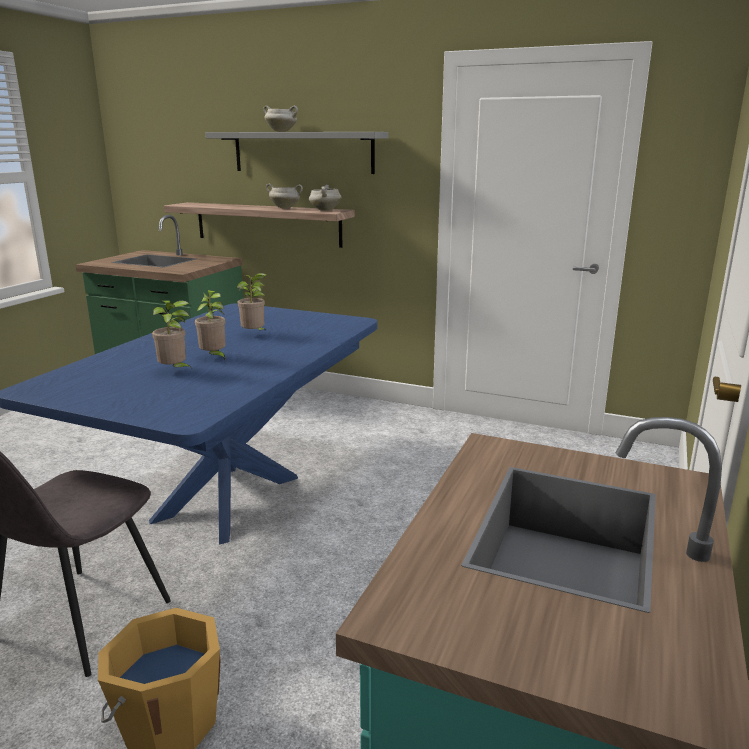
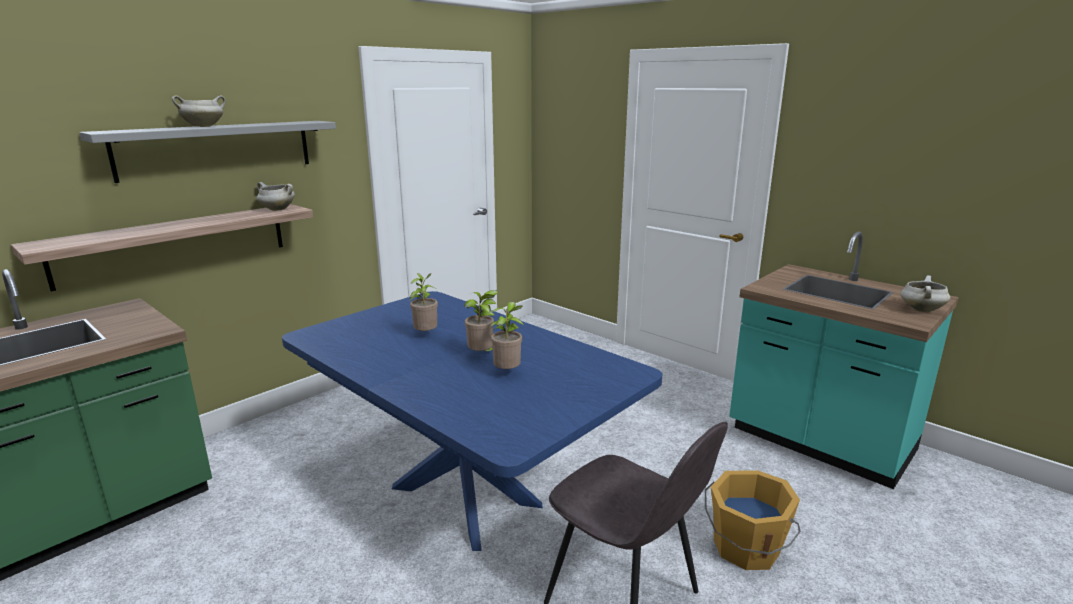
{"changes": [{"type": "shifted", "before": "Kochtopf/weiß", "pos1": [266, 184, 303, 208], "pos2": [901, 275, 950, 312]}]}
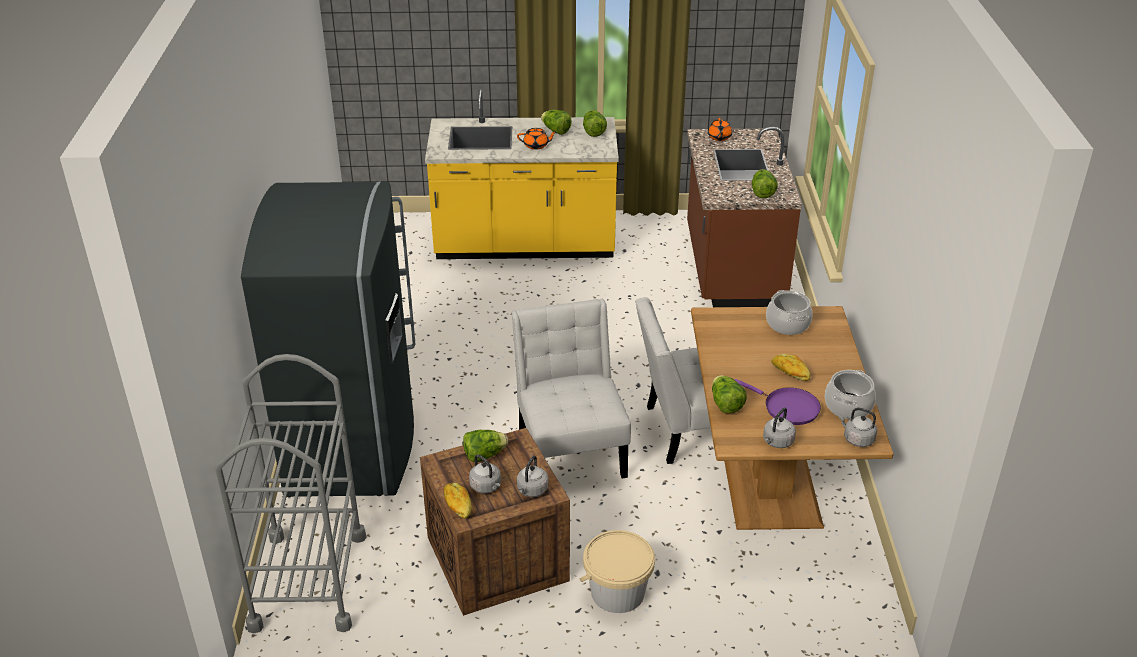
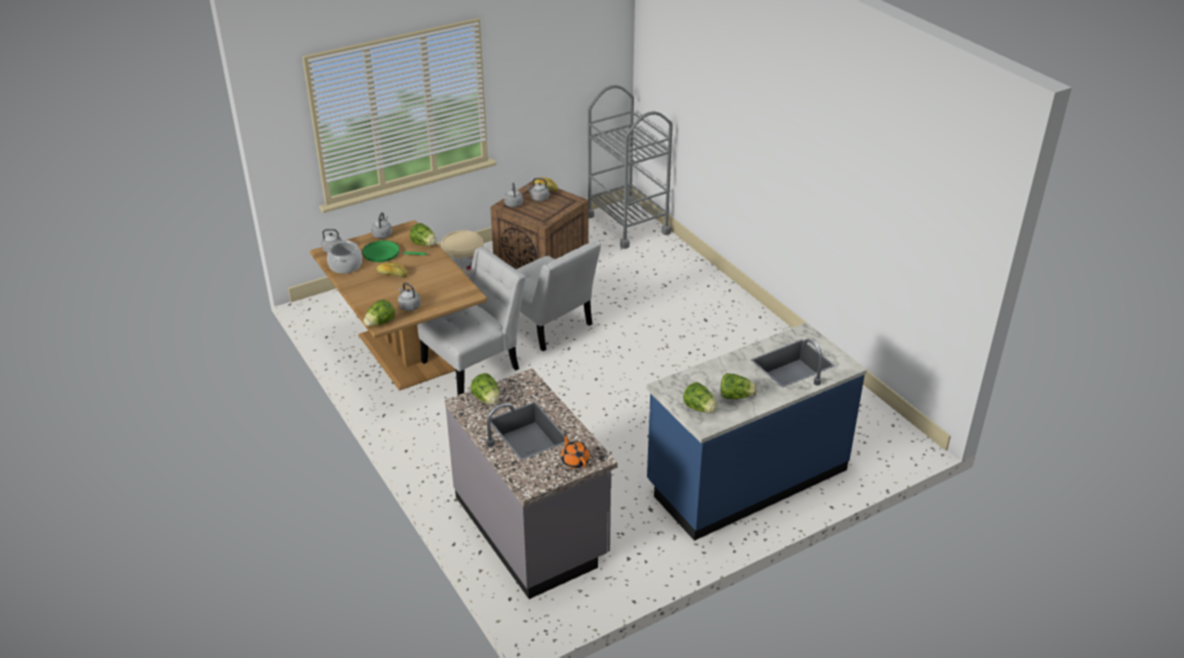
{"changes": [{"type": "repainted", "before": "Pfanne/lila", "after": "Pfanne/grün", "pos1": [735, 379, 821, 425], "pos2": [362, 240, 426, 262]}, {"type": "shifted", "before": "Salatkopf", "pos1": [463, 430, 508, 462], "pos2": [364, 300, 395, 326]}, {"type": "swapped", "before": "Kochtopf", "after": "Wasserkessel/grau", "pos1": [766, 290, 813, 335], "pos2": [398, 283, 421, 311]}, {"type": "repainted", "before": "Küchenzeile/braun", "after": "Küchenzeile/grau", "pos1": [687, 127, 802, 307], "pos2": [445, 368, 618, 599]}, {"type": "repainted", "before": "Küchenzeile/gelb", "after": "Küchenzeile/blau", "pos1": [425, 89, 619, 259], "pos2": [646, 323, 867, 541]}, {"type": "gone", "before": "Kühlschrank/grau", "pos1": [241, 181, 415, 497]}, {"type": "gone", "before": "Teekanne/orange", "pos1": [517, 127, 557, 150]}]}
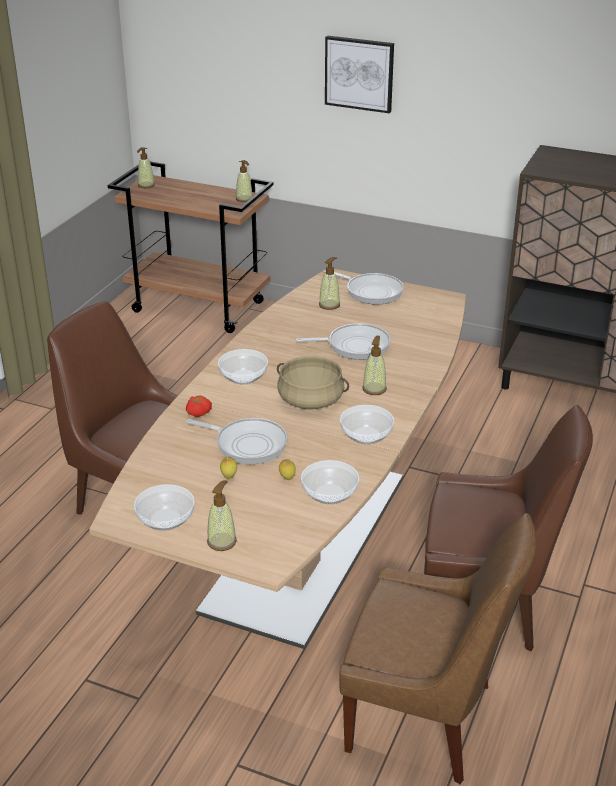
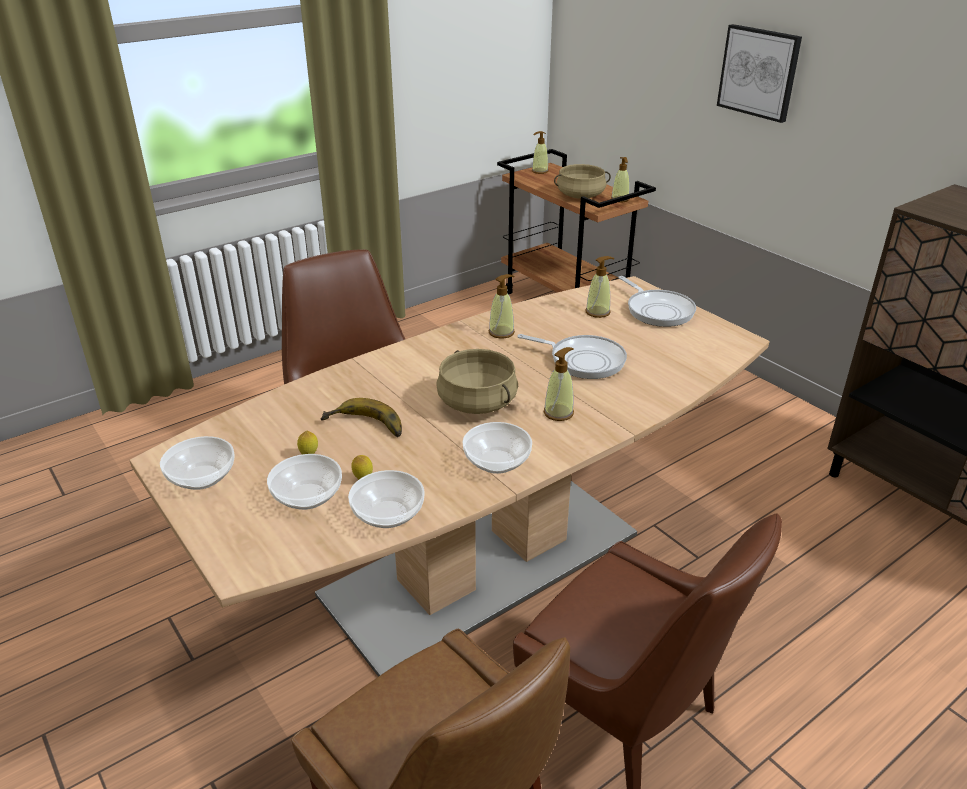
{"changes": [{"type": "shifted", "before": "Schüssel", "pos1": [218, 349, 268, 384], "pos2": [267, 454, 342, 510]}, {"type": "swapped", "before": "Pfanne", "after": "Banane", "pos1": [186, 418, 287, 464], "pos2": [321, 398, 402, 437]}, {"type": "shifted", "before": "Seifenspender", "pos1": [207, 480, 237, 551], "pos2": [489, 274, 515, 338]}, {"type": "new", "after": "Kochtopf/beige", "pos2": [554, 164, 611, 199]}, {"type": "gone", "before": "Tomate", "pos1": [186, 396, 212, 417]}]}
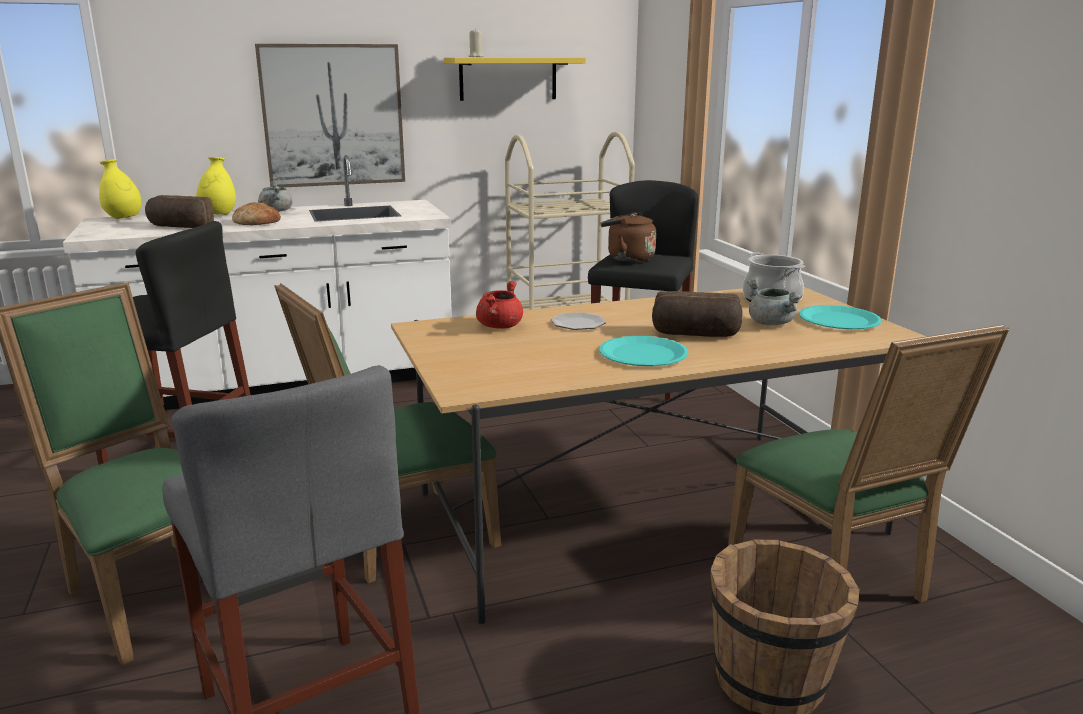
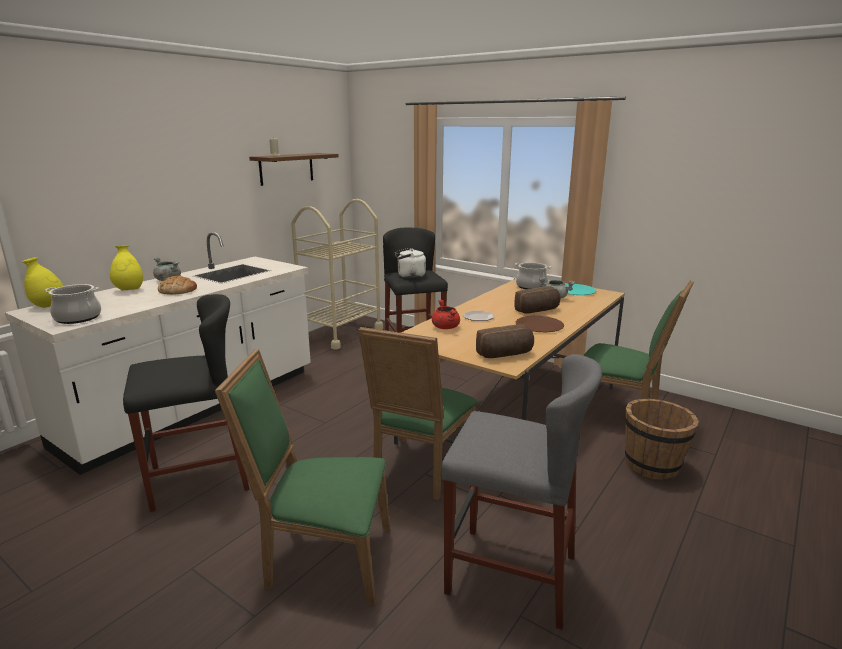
{"changes": [{"type": "new", "after": "Kochtopf", "pos2": [44, 284, 101, 324]}, {"type": "repainted", "before": "Wandregal/gelb", "after": "Wandregal/braun", "pos1": [444, 57, 586, 101], "pos2": [249, 153, 339, 186]}, {"type": "repainted", "before": "Wasserkessel/braun", "after": "Wasserkessel/weiß", "pos1": [601, 212, 656, 262], "pos2": [395, 248, 426, 278]}, {"type": "shifted", "before": "Brot", "pos1": [145, 195, 214, 228], "pos2": [476, 324, 534, 358]}, {"type": "repainted", "before": "Teller/türkis", "after": "Teller/braun", "pos1": [600, 336, 688, 366], "pos2": [515, 316, 564, 332]}, {"type": "gone", "before": "Bild", "pos1": [255, 44, 405, 188]}]}
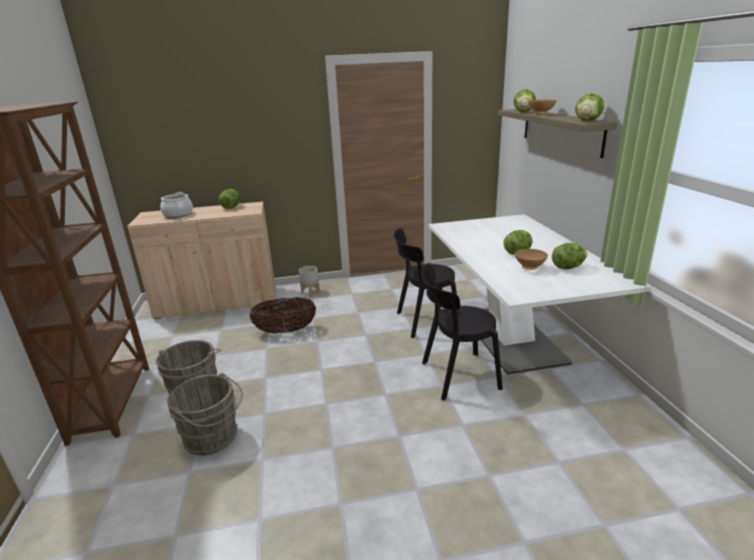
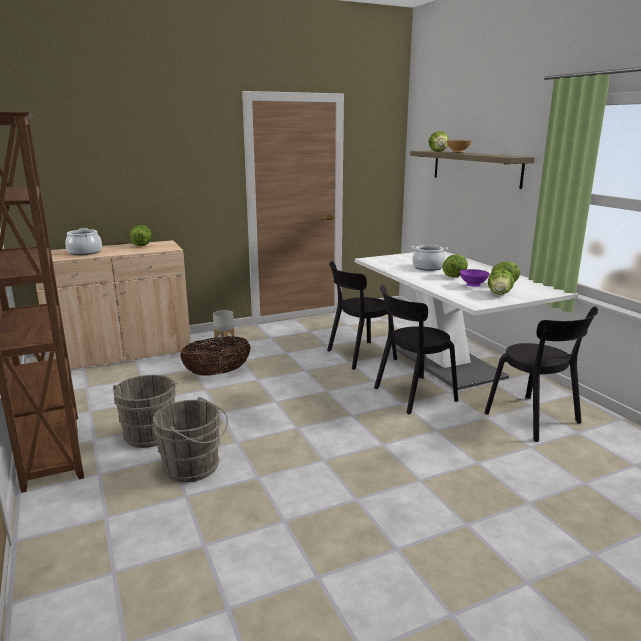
{"changes": [{"type": "new", "after": "Kochtopf", "pos2": [412, 245, 448, 271]}, {"type": "repainted", "before": "Schüssel/braun", "after": "Schüssel/lila", "pos1": [515, 249, 548, 270], "pos2": [460, 269, 490, 287]}, {"type": "new", "after": "Stuhl/schwarz", "pos2": [484, 306, 598, 442]}, {"type": "shifted", "before": "Salatkopf", "pos1": [575, 93, 604, 121], "pos2": [488, 269, 514, 295]}]}
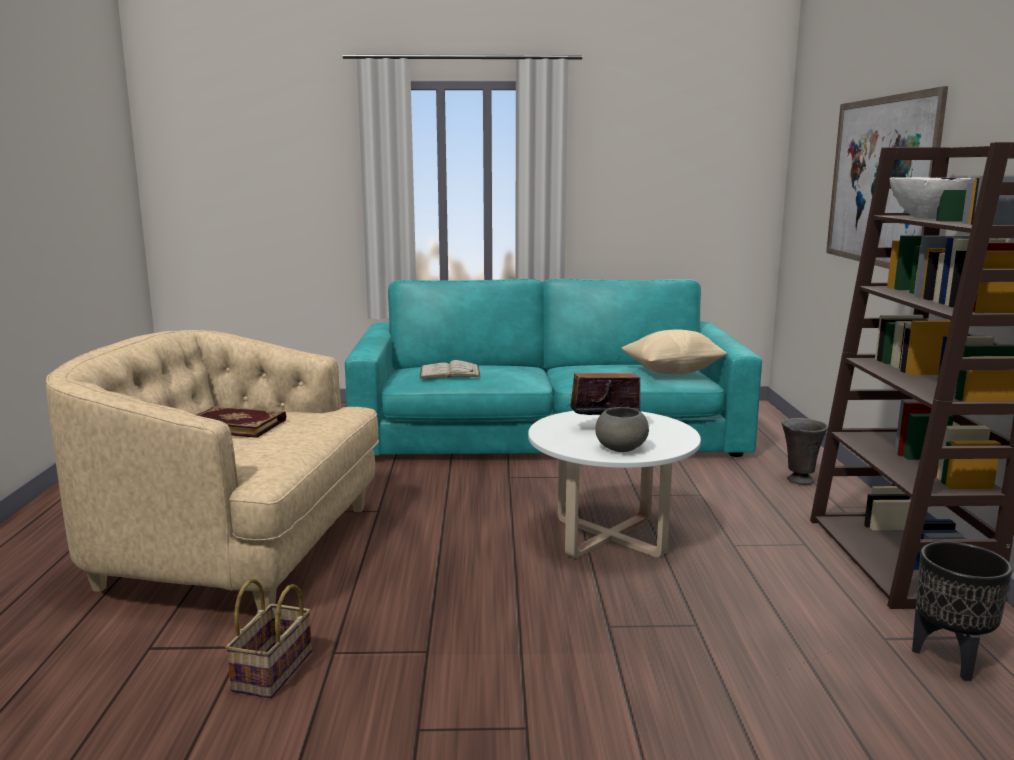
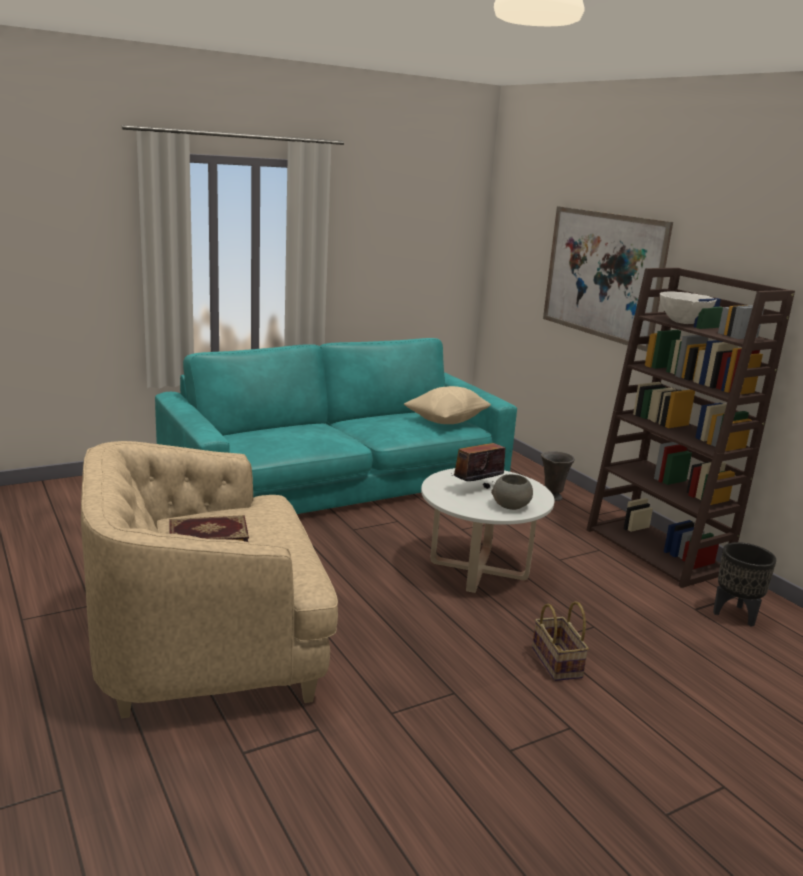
{"changes": [{"type": "shifted", "before": "Korb", "pos1": [225, 579, 312, 698], "pos2": [532, 601, 589, 681]}, {"type": "gone", "before": "Buch/weiß", "pos1": [420, 360, 480, 379]}]}
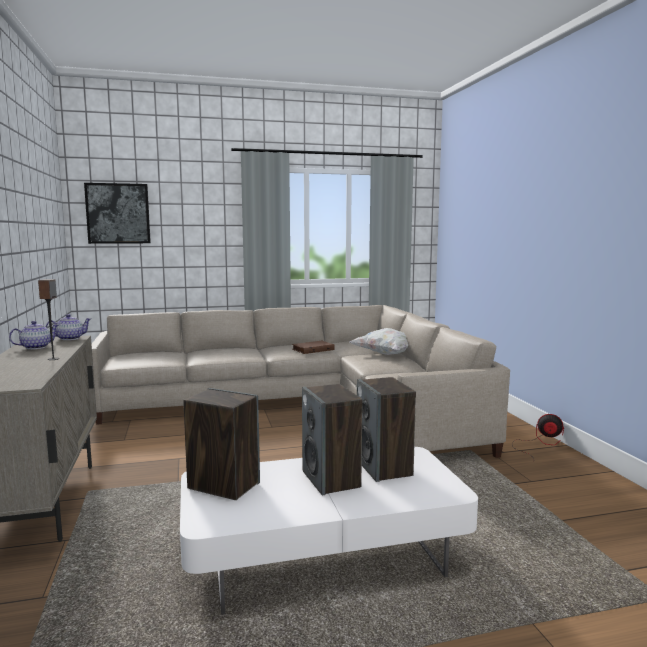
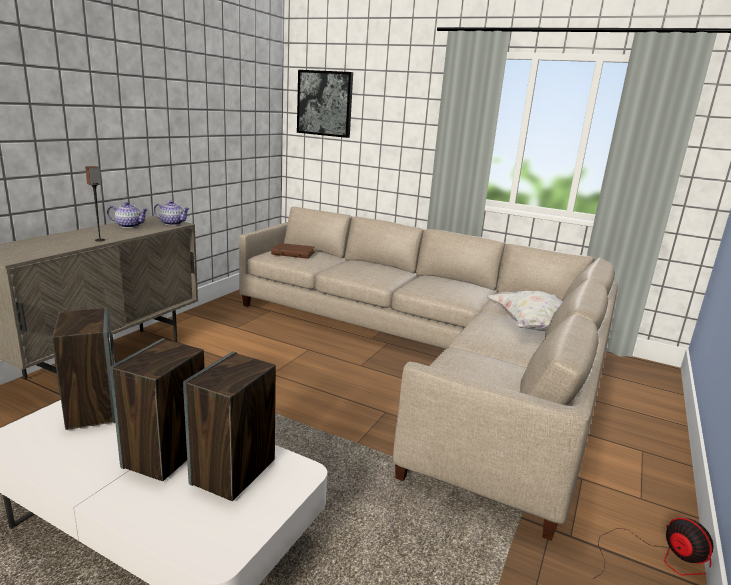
{"changes": [{"type": "shifted", "before": "Buch/braun", "pos1": [292, 341, 335, 354], "pos2": [271, 243, 315, 259]}]}
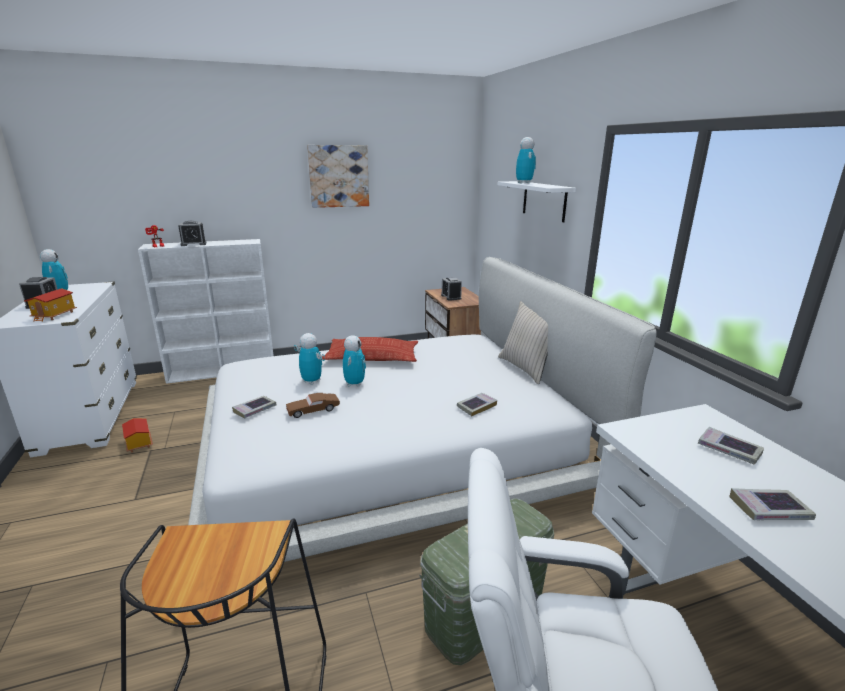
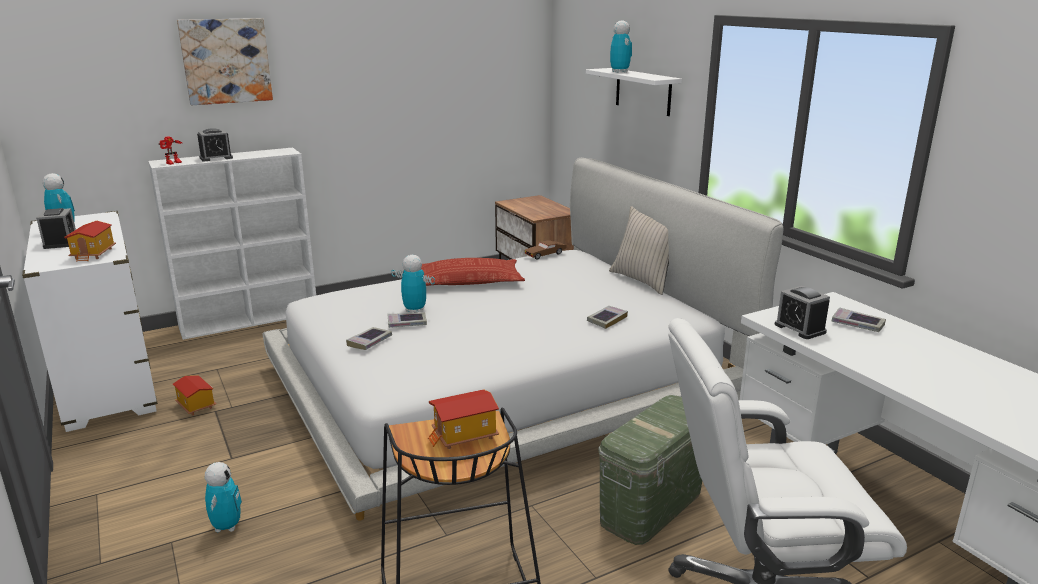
{"changes": [{"type": "shifted", "before": "Bild", "pos1": [307, 145, 369, 208], "pos2": [177, 18, 273, 105]}, {"type": "shifted", "before": "Spielzeugroboter", "pos1": [343, 335, 366, 387], "pos2": [205, 462, 242, 532]}, {"type": "shifted", "before": "Buch", "pos1": [729, 488, 816, 520], "pos2": [387, 313, 427, 328]}, {"type": "new", "after": "Spielzeughaus", "pos2": [428, 389, 499, 449]}, {"type": "shifted", "before": "Spielzeugauto/braun", "pos1": [286, 393, 340, 418], "pos2": [524, 240, 567, 260]}, {"type": "shifted", "before": "Wecker", "pos1": [441, 277, 462, 301], "pos2": [775, 286, 830, 339]}]}
